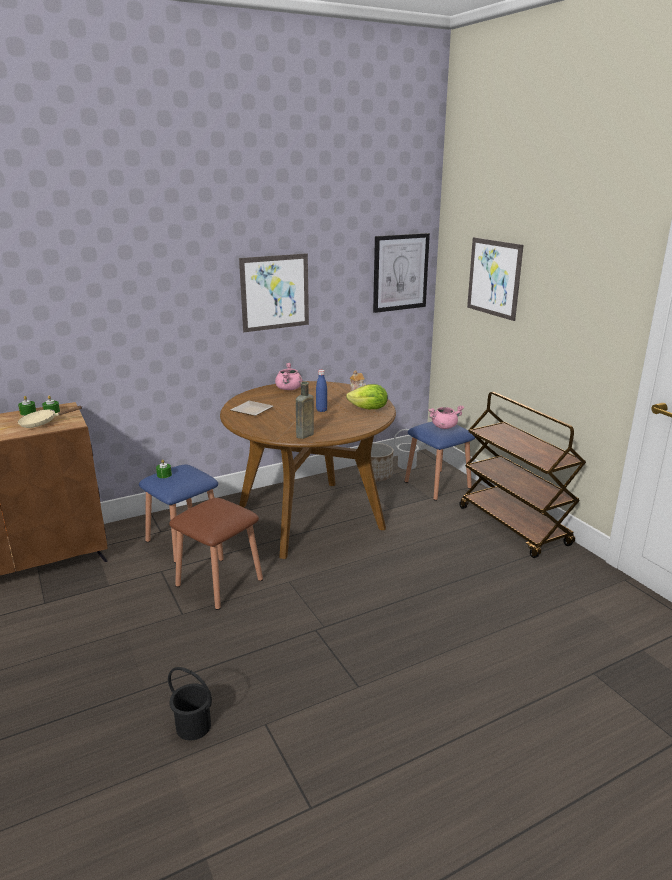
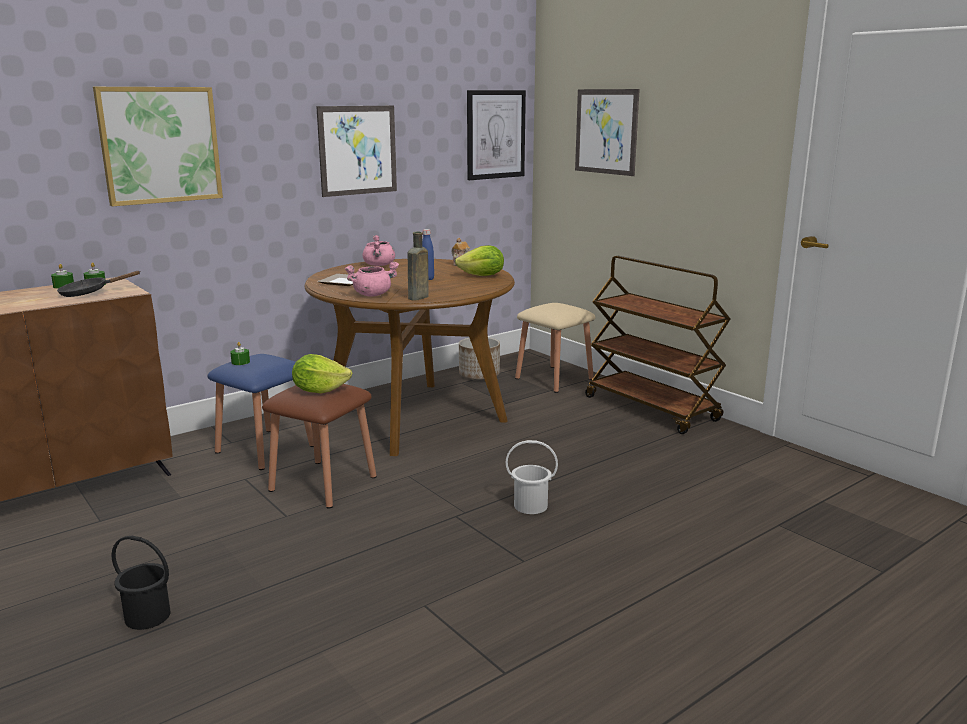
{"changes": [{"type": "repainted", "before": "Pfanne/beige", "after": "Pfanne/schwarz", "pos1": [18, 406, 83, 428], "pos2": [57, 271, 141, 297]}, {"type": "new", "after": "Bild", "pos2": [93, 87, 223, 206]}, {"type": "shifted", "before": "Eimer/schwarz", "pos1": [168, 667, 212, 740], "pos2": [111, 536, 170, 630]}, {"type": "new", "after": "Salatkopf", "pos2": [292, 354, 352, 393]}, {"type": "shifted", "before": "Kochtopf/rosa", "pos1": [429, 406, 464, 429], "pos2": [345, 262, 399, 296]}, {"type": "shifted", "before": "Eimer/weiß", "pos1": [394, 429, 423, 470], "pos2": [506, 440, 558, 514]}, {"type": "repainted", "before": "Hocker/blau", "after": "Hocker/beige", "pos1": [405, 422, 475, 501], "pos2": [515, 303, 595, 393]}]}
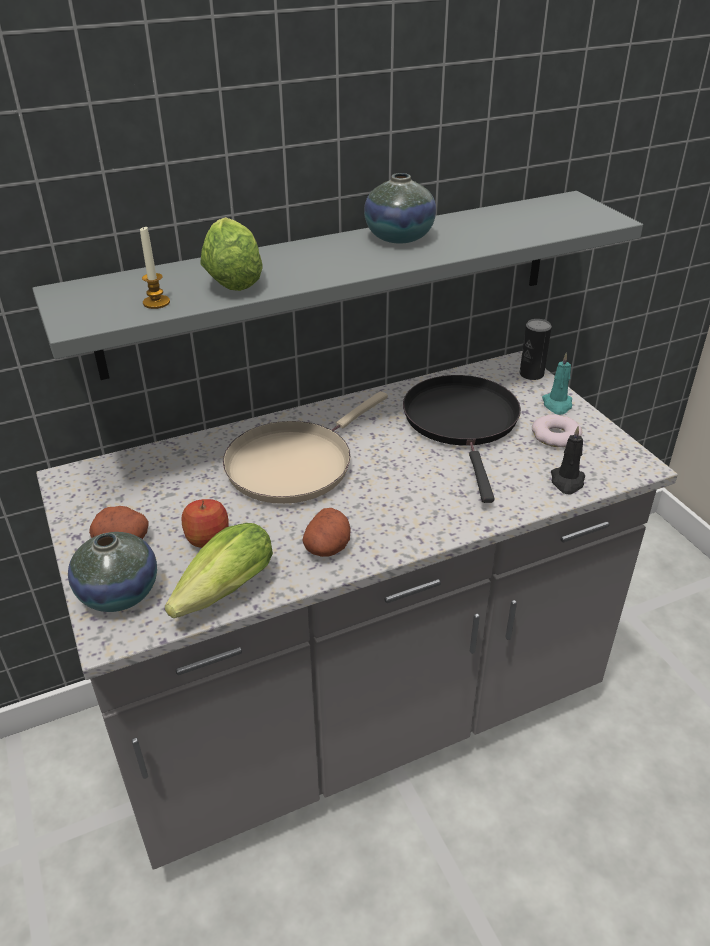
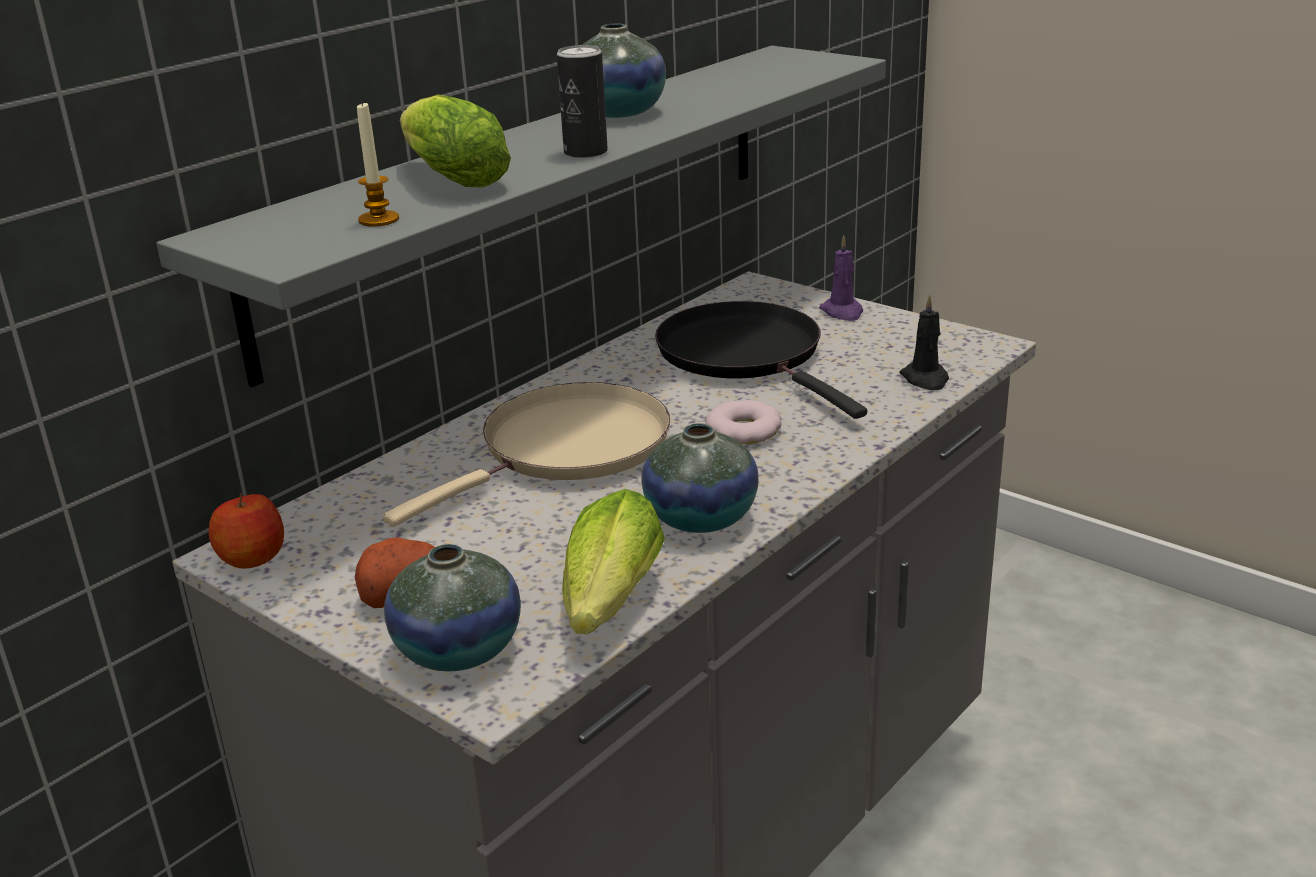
{"changes": [{"type": "shifted", "before": "Apfel", "pos1": [182, 499, 229, 548], "pos2": [209, 493, 284, 569]}, {"type": "rotated", "before": "Pfanne/beige", "pos1": [223, 391, 388, 504], "pos2": [383, 382, 670, 527], "turn": -150}, {"type": "shifted", "before": "Dose", "pos1": [520, 319, 552, 380], "pos2": [557, 45, 608, 158]}, {"type": "swapped", "before": "Kartoffel", "after": "Vase", "pos1": [303, 508, 351, 557], "pos2": [641, 423, 759, 533]}, {"type": "shifted", "before": "Donut", "pos1": [532, 414, 582, 447], "pos2": [706, 400, 782, 444]}, {"type": "repainted", "before": "Kerze/türkis", "after": "Kerze/lila", "pos1": [542, 353, 572, 415], "pos2": [819, 235, 863, 321]}]}
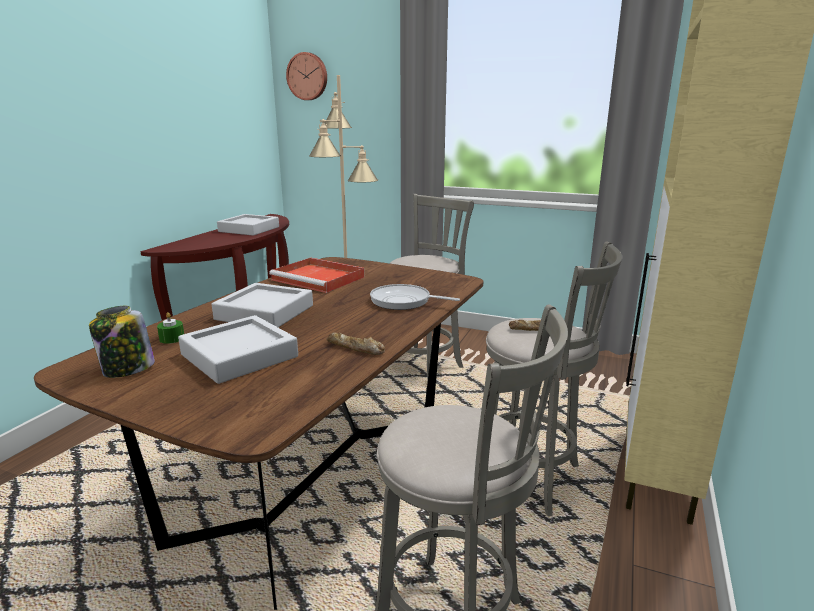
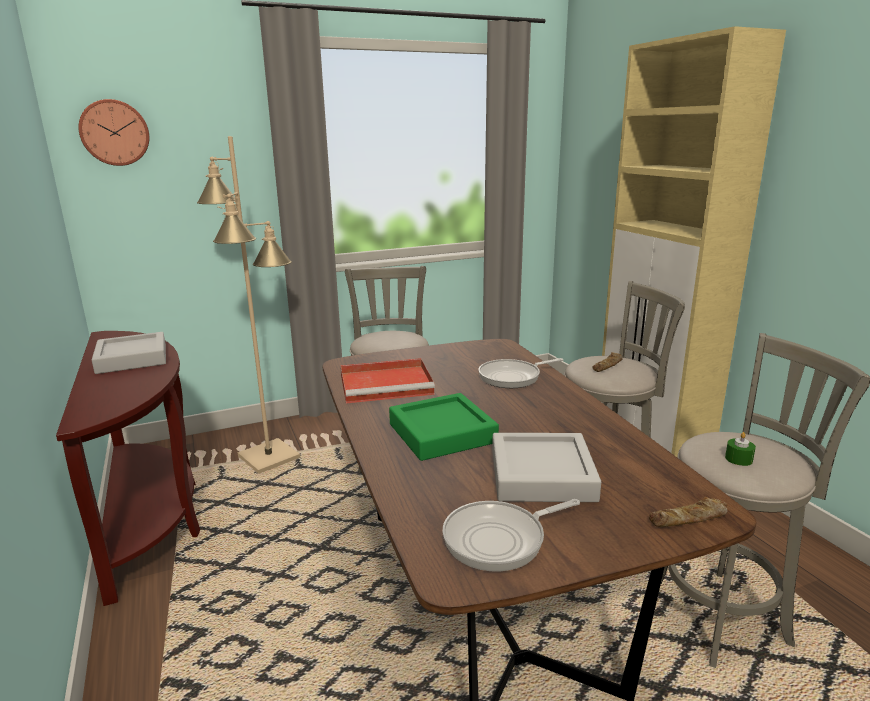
{"changes": [{"type": "repainted", "before": "Tablett/grau", "after": "Tablett/grün", "pos1": [212, 283, 313, 327], "pos2": [389, 393, 499, 461]}, {"type": "swapped", "before": "Vorratsglas", "after": "Pfanne", "pos1": [89, 306, 155, 378], "pos2": [442, 499, 580, 572]}, {"type": "shifted", "before": "Brot", "pos1": [327, 332, 385, 355], "pos2": [649, 497, 728, 527]}, {"type": "shifted", "before": "Kerze/grün", "pos1": [157, 312, 184, 344], "pos2": [725, 432, 756, 466]}]}
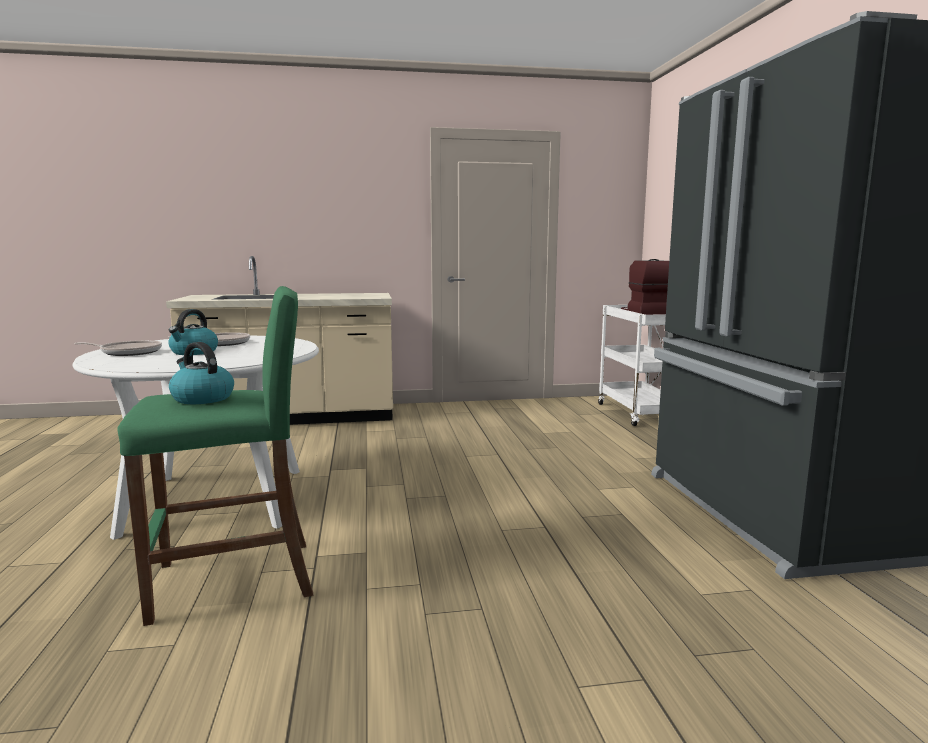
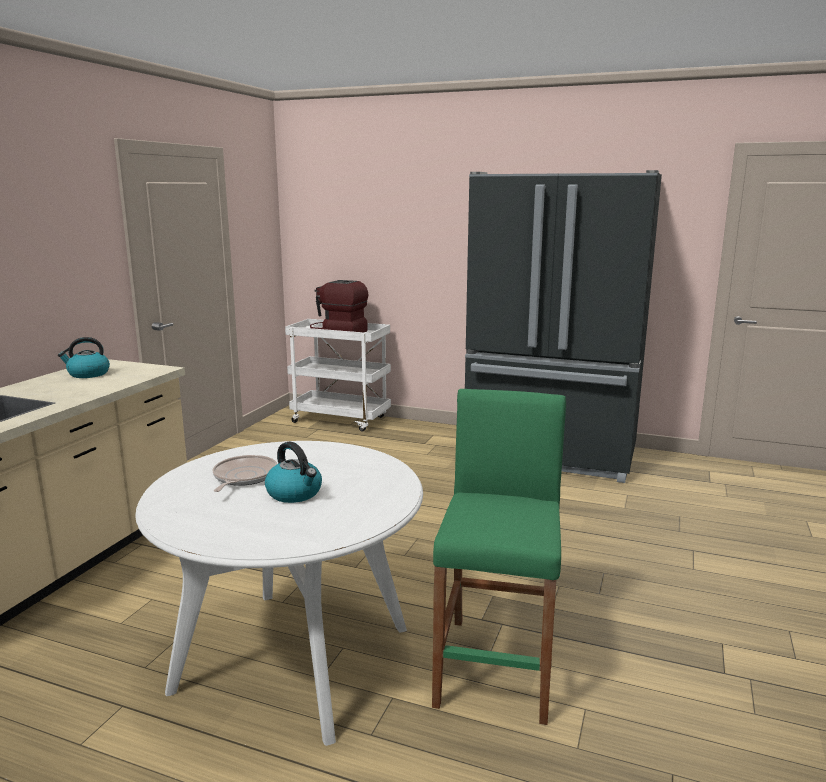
{"changes": [{"type": "shifted", "before": "Wasserkessel", "pos1": [169, 342, 234, 404], "pos2": [58, 337, 110, 378]}, {"type": "gone", "before": "Pfanne", "pos1": [74, 340, 162, 356]}]}
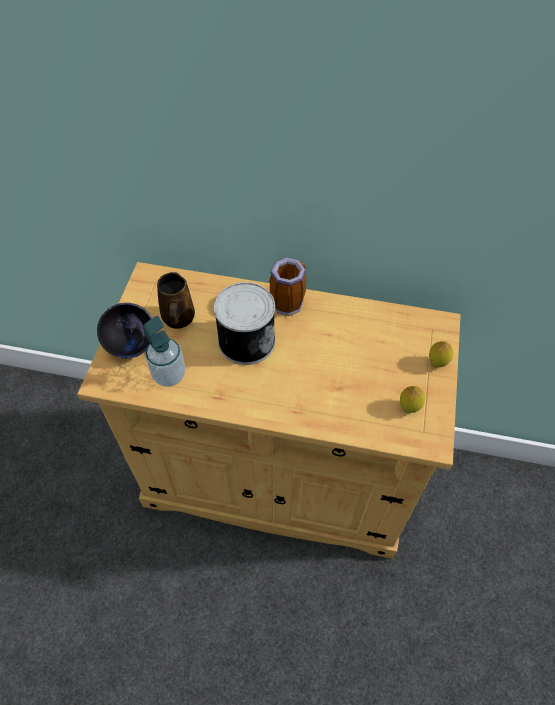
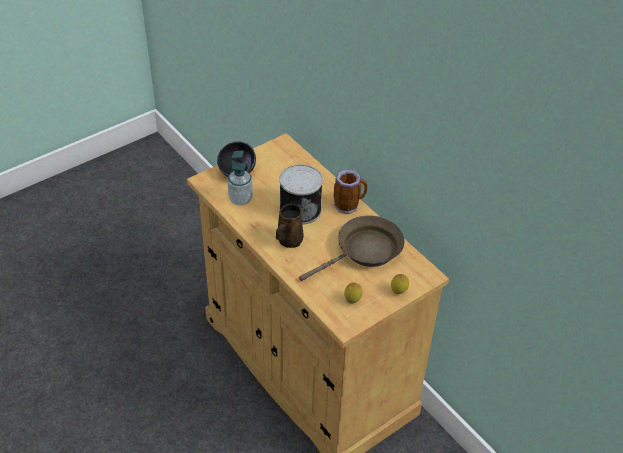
{"changes": [{"type": "shifted", "before": "Henkelbecher/braun", "pos1": [157, 272, 195, 329], "pos2": [276, 204, 303, 248]}, {"type": "new", "after": "Pfanne/braun", "pos2": [299, 215, 405, 281]}]}
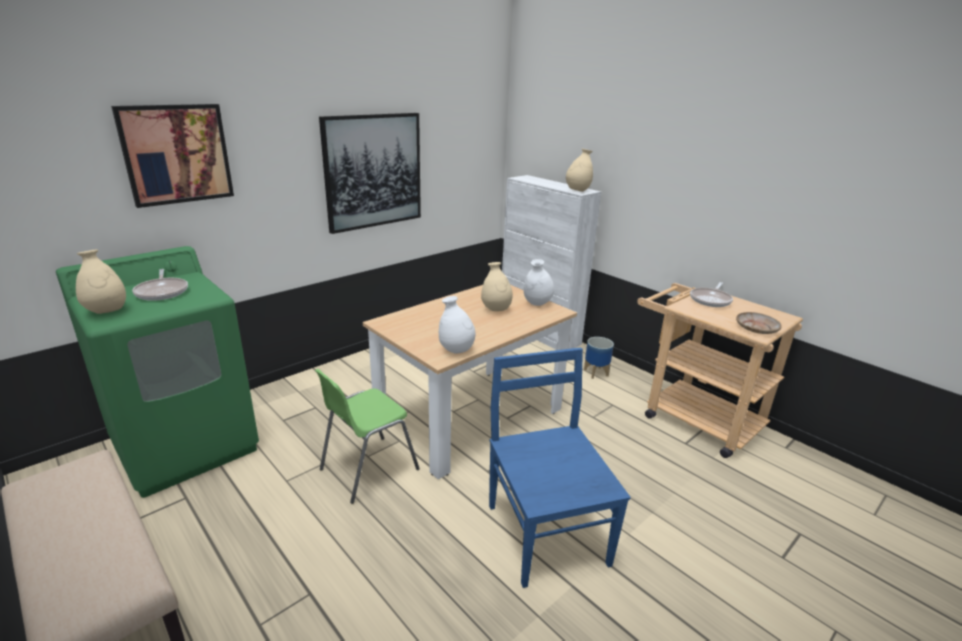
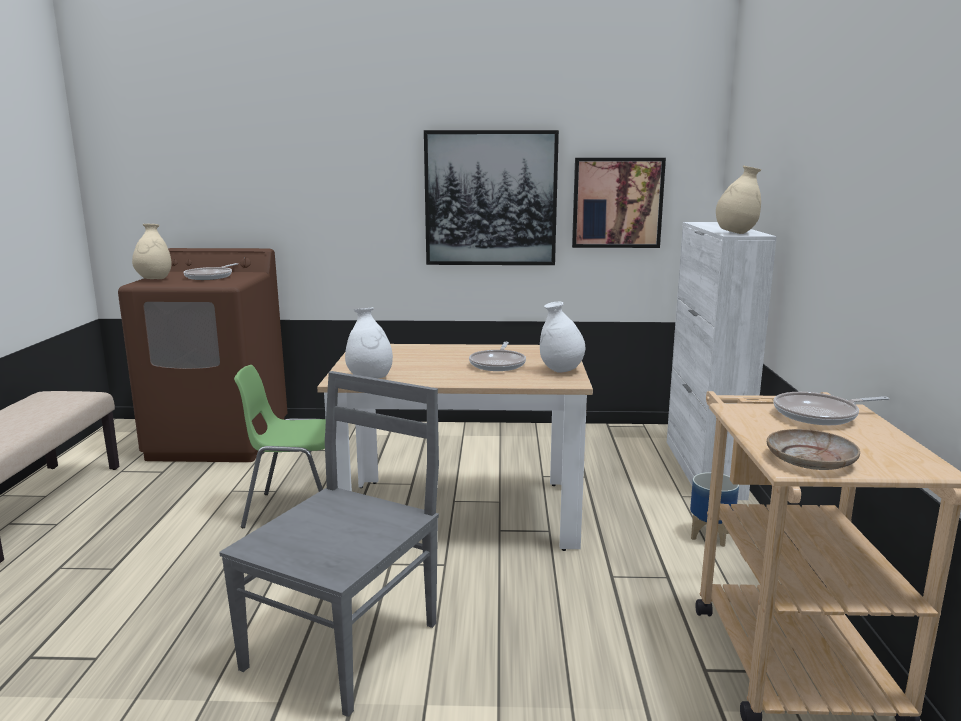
{"changes": [{"type": "repainted", "before": "Waschmaschine/grün", "after": "Waschmaschine/braun", "pos1": [56, 246, 259, 498], "pos2": [118, 248, 288, 462]}, {"type": "repainted", "before": "Stuhl/blau", "after": "Stuhl/grau", "pos1": [489, 347, 631, 588], "pos2": [219, 371, 439, 717]}, {"type": "swapped", "before": "Vase/beige", "after": "Pfanne", "pos1": [481, 262, 513, 311], "pos2": [469, 342, 526, 371]}, {"type": "shifted", "before": "Bild", "pos1": [111, 104, 234, 208], "pos2": [572, 158, 666, 248]}]}
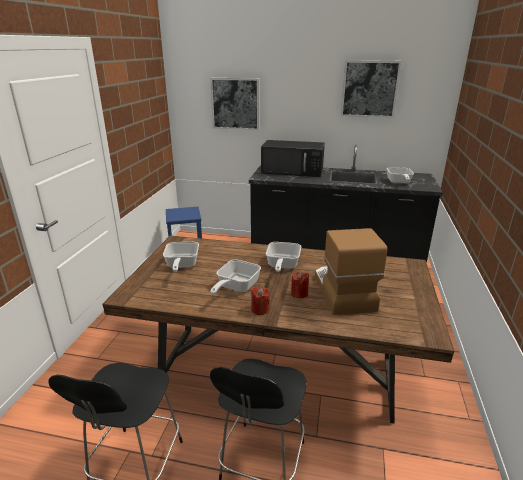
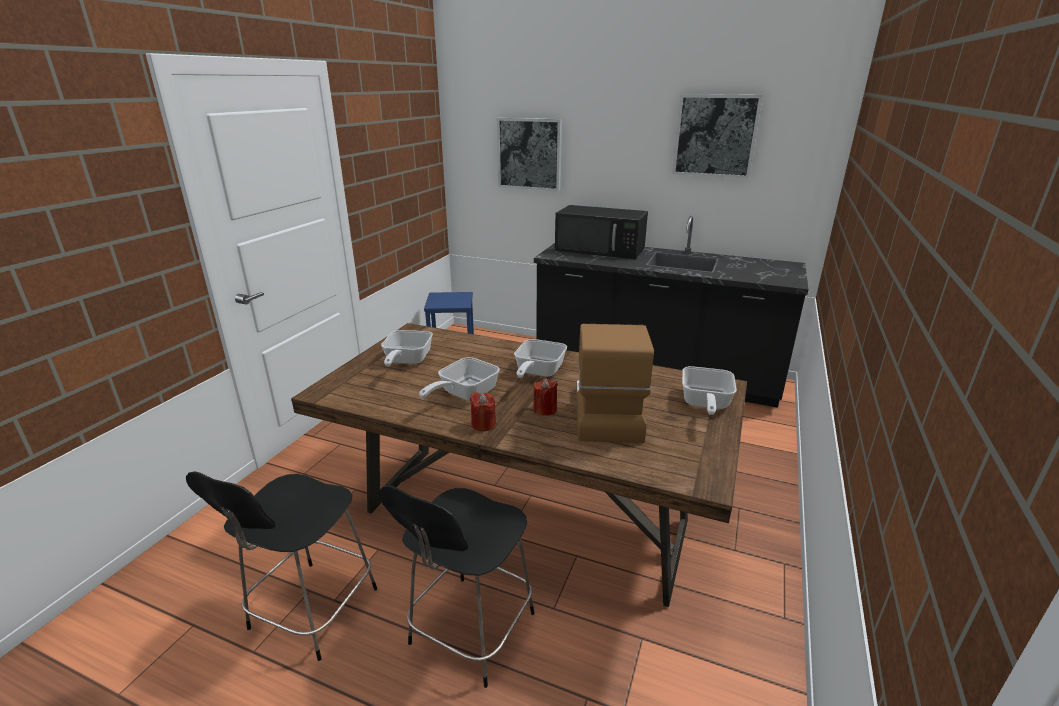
{"changes": [{"type": "shifted", "before": "Pfanne", "pos1": [387, 167, 414, 184], "pos2": [682, 366, 737, 415]}]}
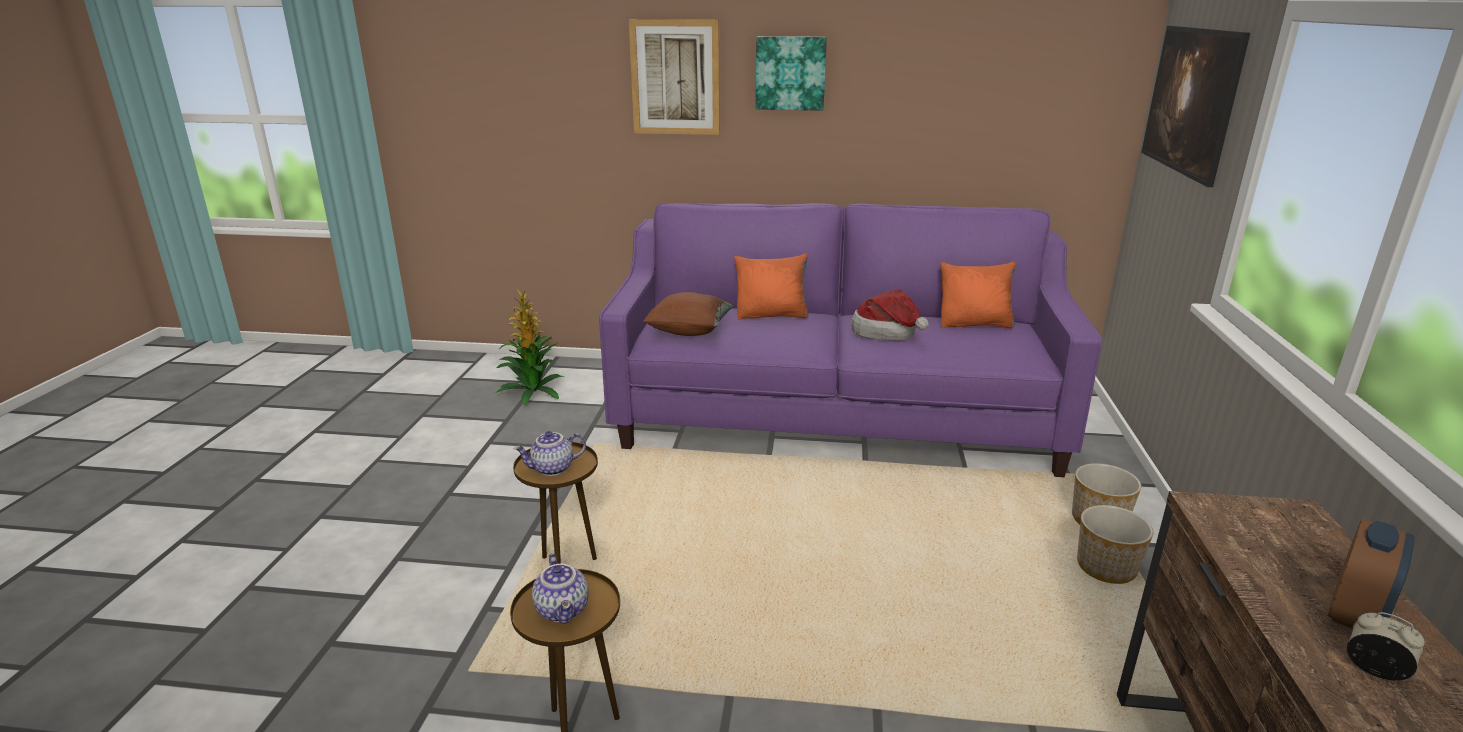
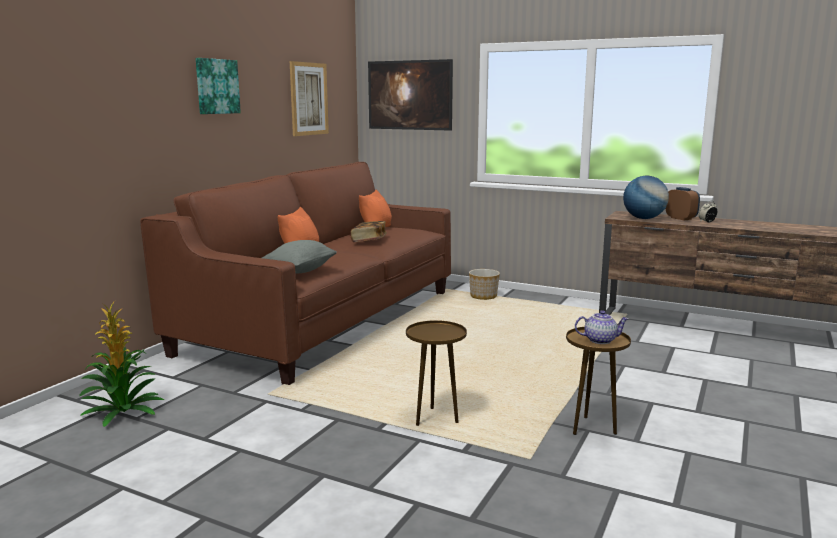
{"changes": [{"type": "repainted", "before": "Sofa/lila", "after": "Sofa/braun", "pos1": [599, 203, 1102, 477], "pos2": [140, 162, 451, 385]}, {"type": "repainted", "before": "Kissen/braun", "after": "Kissen/grau", "pos1": [643, 292, 734, 336], "pos2": [262, 240, 337, 274]}, {"type": "shifted", "before": "Bild", "pos1": [629, 19, 720, 135], "pos2": [290, 61, 329, 136]}, {"type": "swapped", "before": "Hut", "after": "Buch", "pos1": [851, 289, 929, 341], "pos2": [350, 221, 387, 242]}, {"type": "new", "after": "Globus", "pos2": [623, 176, 669, 219]}, {"type": "gone", "before": "Teekanne", "pos1": [514, 431, 586, 476]}, {"type": "gone", "before": "Pflanzkübel", "pos1": [1077, 505, 1153, 584]}]}
